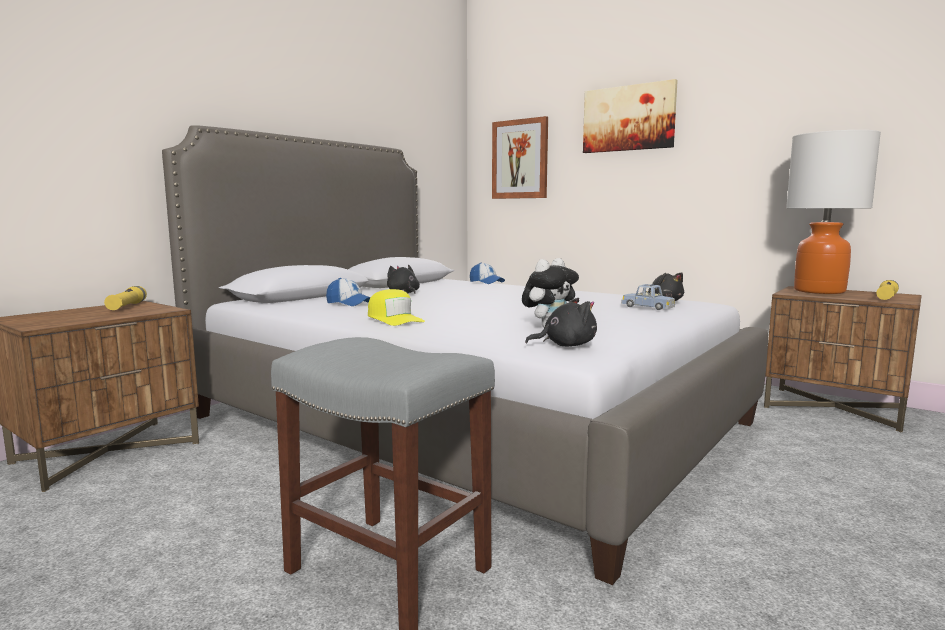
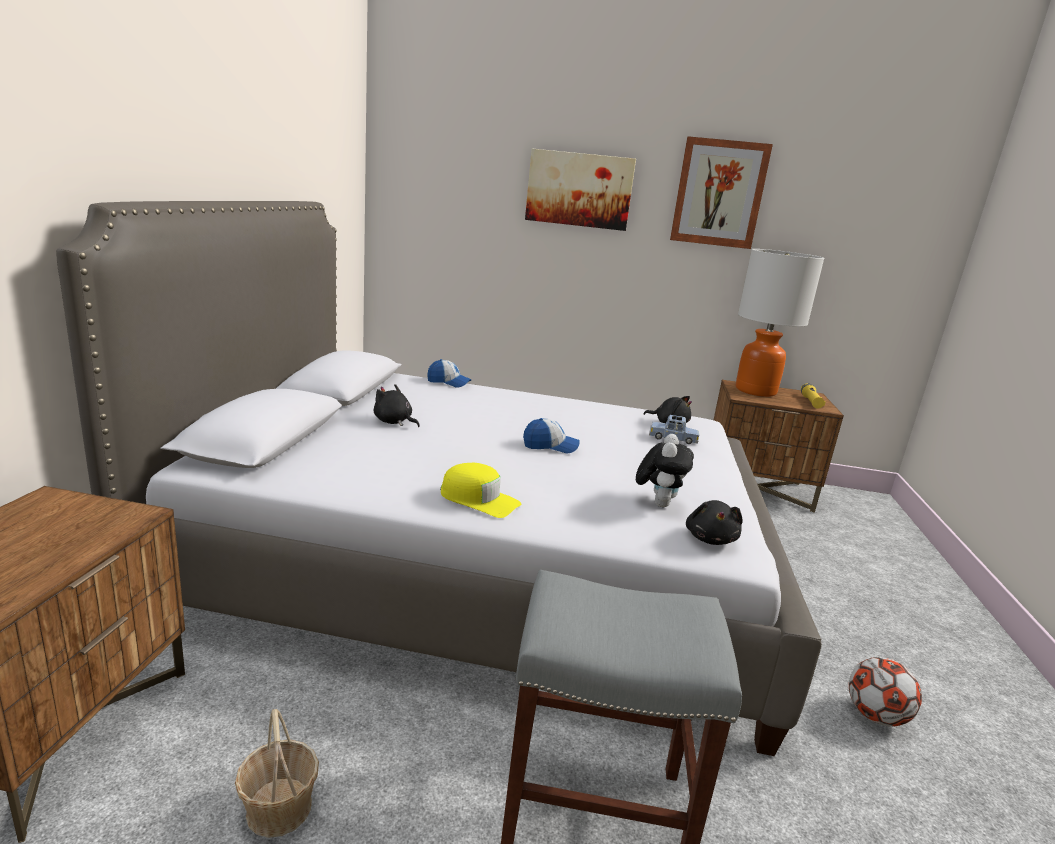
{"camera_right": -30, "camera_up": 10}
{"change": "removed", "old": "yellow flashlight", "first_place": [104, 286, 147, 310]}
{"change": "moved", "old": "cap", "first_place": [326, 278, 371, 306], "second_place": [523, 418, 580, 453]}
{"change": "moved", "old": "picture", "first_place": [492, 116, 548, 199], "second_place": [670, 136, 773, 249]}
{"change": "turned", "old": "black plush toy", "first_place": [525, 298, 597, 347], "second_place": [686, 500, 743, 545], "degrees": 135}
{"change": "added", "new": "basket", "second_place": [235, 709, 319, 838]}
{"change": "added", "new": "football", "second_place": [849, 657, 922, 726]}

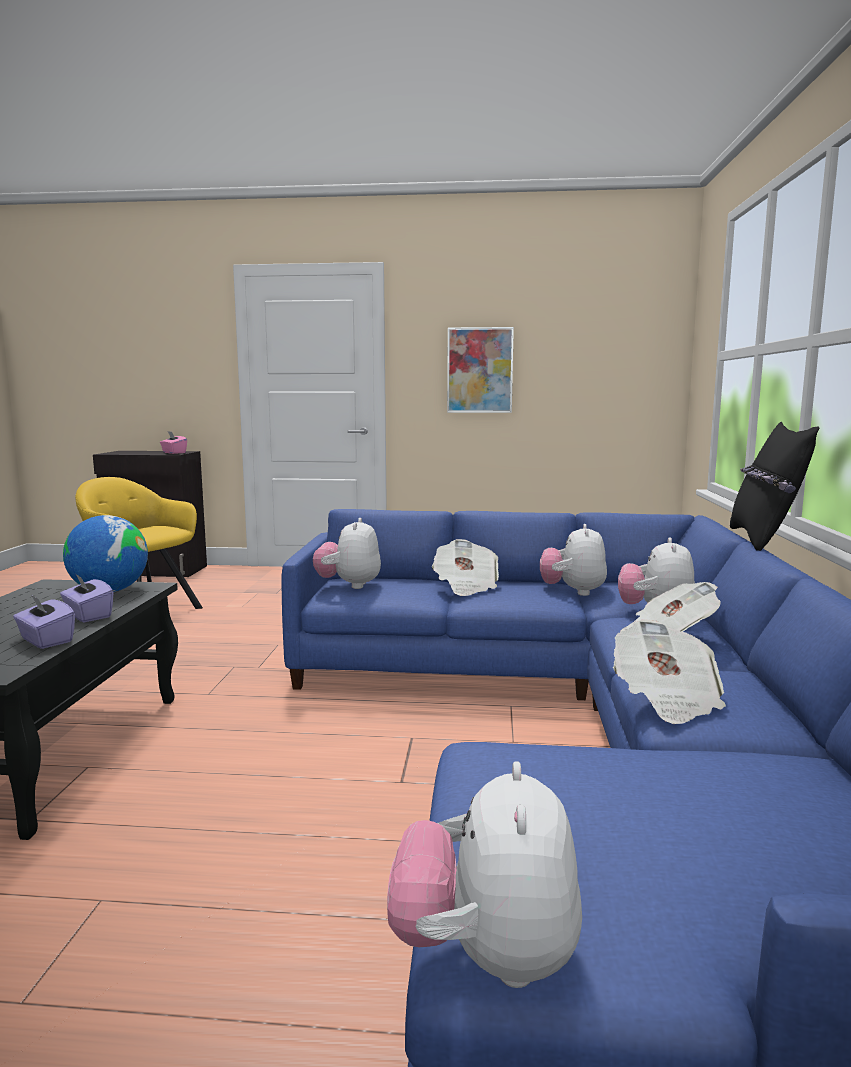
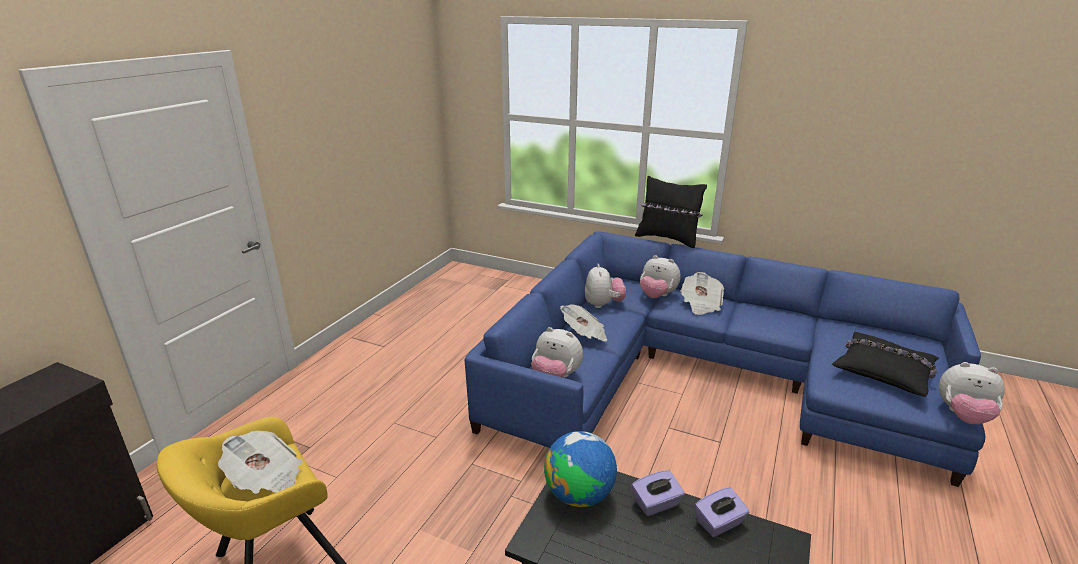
{"camera_right": -70, "camera_up": 15}
{"change": "removed", "old": "pink tissue box", "first_place": [160, 432, 187, 454]}
{"change": "removed", "old": "picture", "first_place": [447, 327, 514, 413]}
{"change": "turned", "old": "plush toy", "first_place": [540, 524, 607, 596], "second_place": [585, 264, 626, 308], "degrees": -120}
{"change": "moved", "old": "newspaper", "first_place": [613, 620, 726, 724], "second_place": [218, 431, 303, 494]}
{"change": "added", "new": "black pillow", "second_place": [832, 332, 939, 397]}

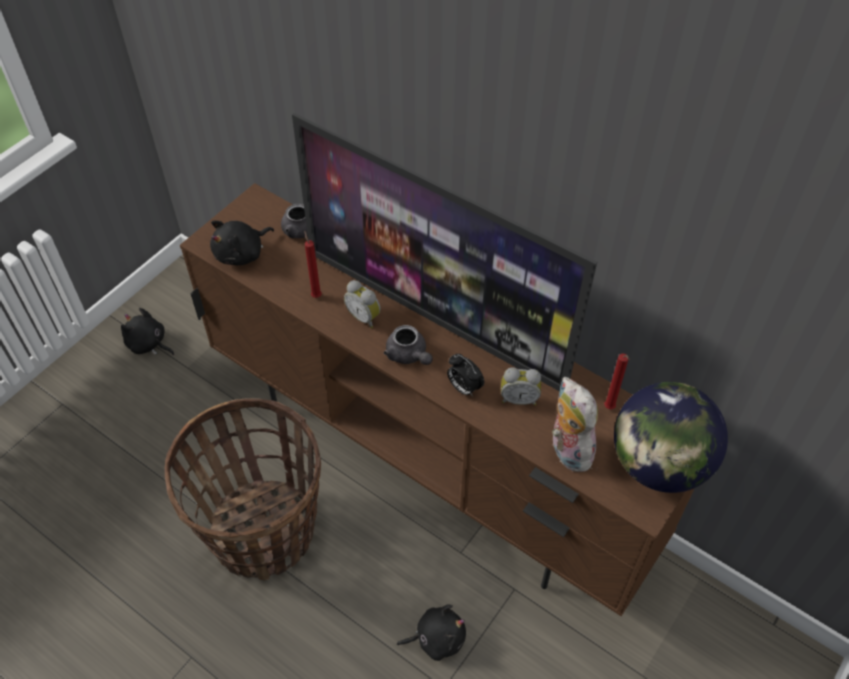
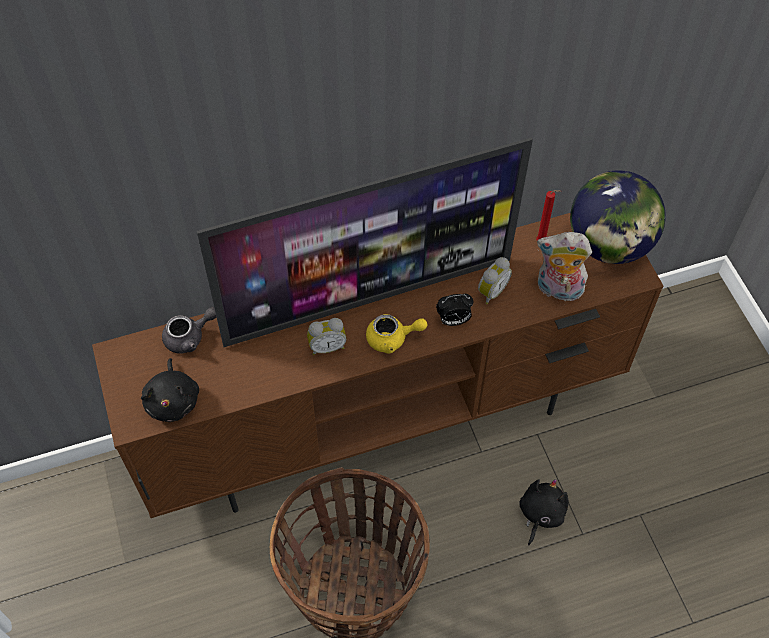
{"camera_right": -55, "camera_up": 5}
{"change": "removed", "old": "black plush toy", "first_place": [121, 308, 175, 355]}
{"change": "removed", "old": "red candle", "first_place": [304, 231, 322, 298]}
{"change": "recoloured", "old": "grey teapot", "new": "yellow teapot", "first_place": [384, 325, 433, 365], "second_place": [366, 314, 427, 354]}

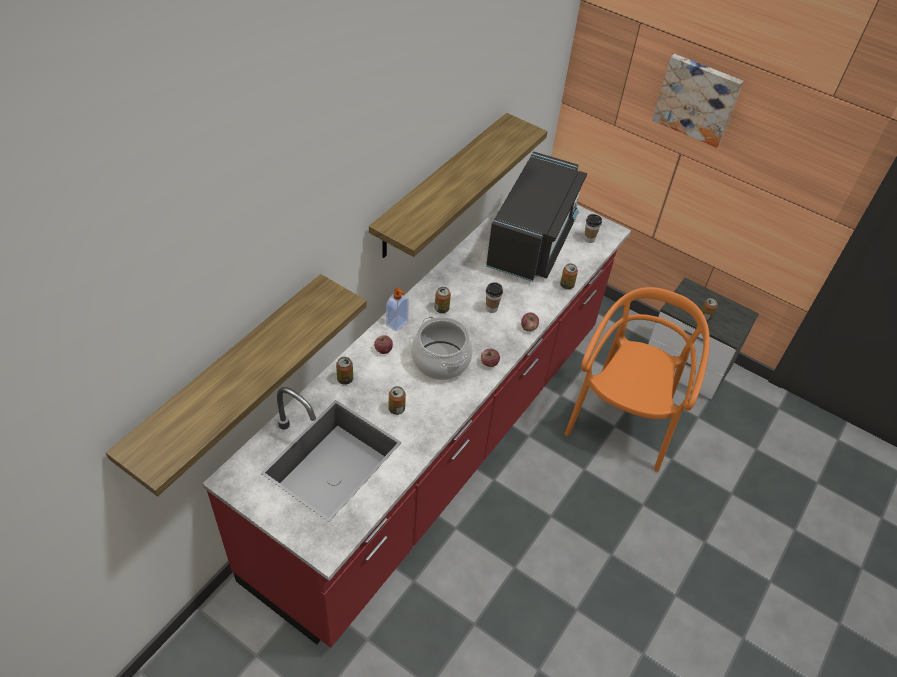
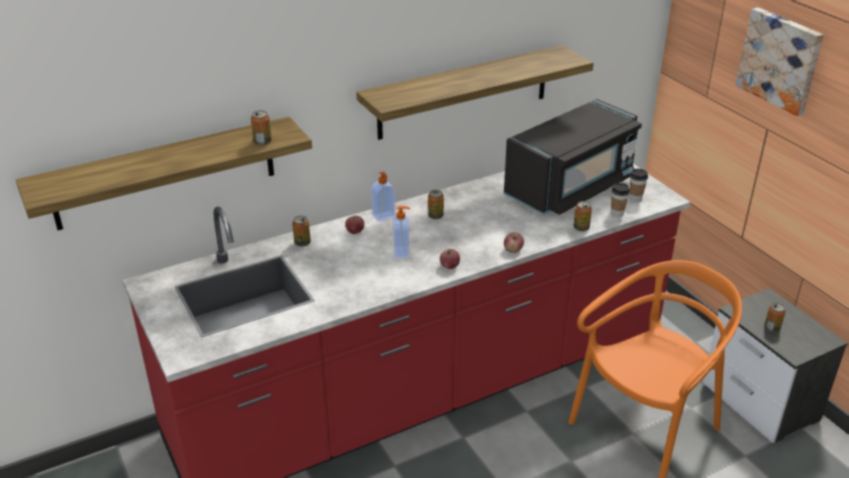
{"camera_right": 30, "camera_up": -15}
{"change": "moved", "old": "can", "first_place": [389, 386, 406, 415], "second_place": [251, 110, 272, 145]}
{"change": "replaced", "old": "cooking pot", "new": "soap dispenser", "first_place": [411, 316, 473, 380], "second_place": [393, 206, 410, 258]}
{"change": "moved", "old": "cup", "first_place": [486, 282, 503, 313], "second_place": [611, 183, 630, 217]}

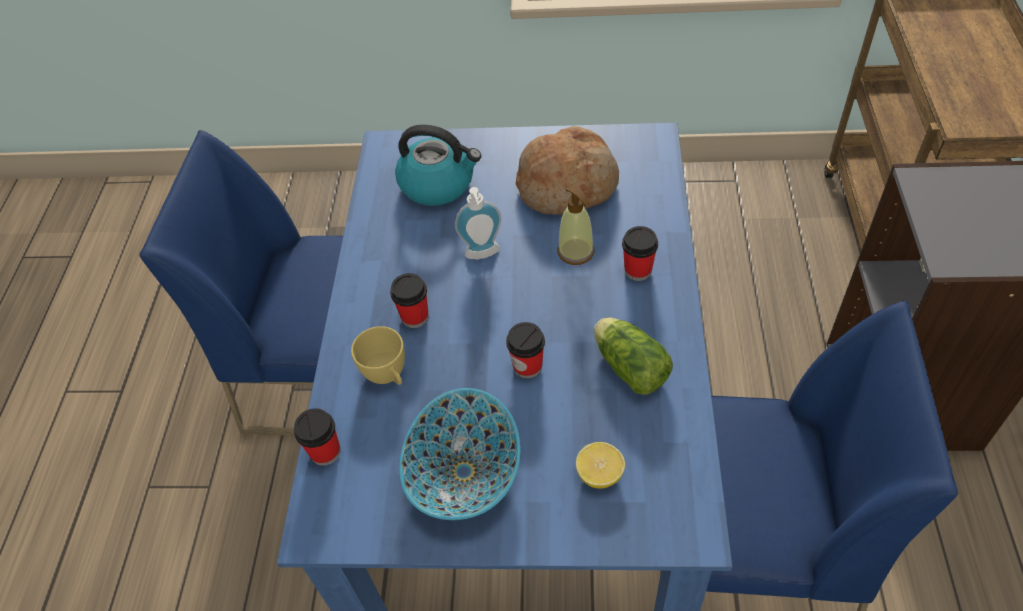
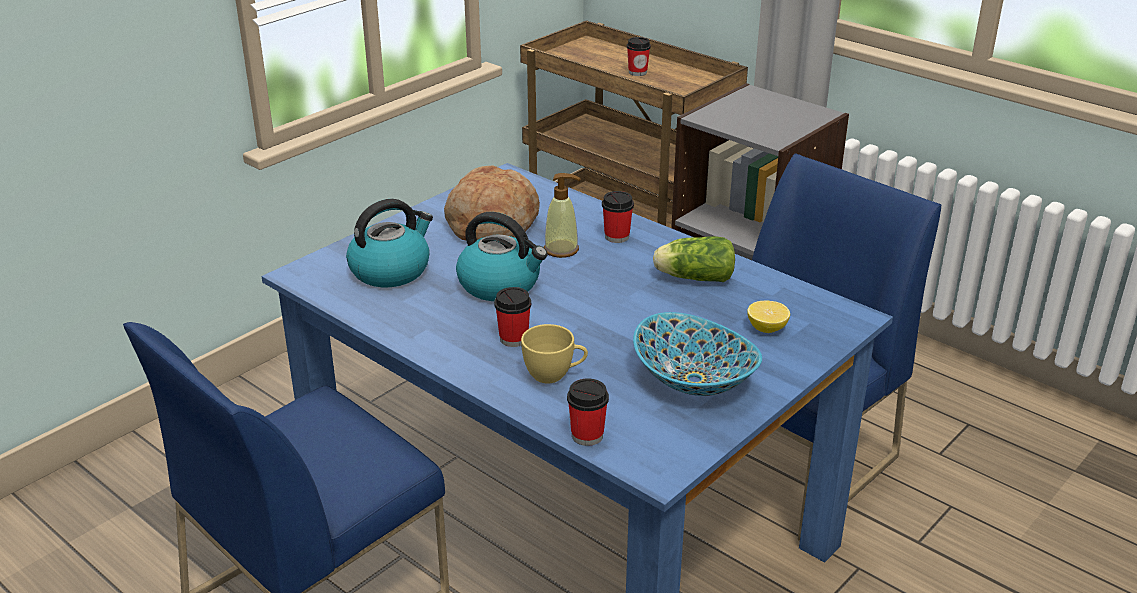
{"camera_right": -55, "camera_up": -20}
{"change": "replaced", "old": "soap dispenser", "new": "kettle", "first_place": [455, 187, 502, 259], "second_place": [456, 212, 548, 301]}
{"change": "moved", "old": "cup", "first_place": [506, 322, 545, 379], "second_place": [627, 37, 651, 76]}

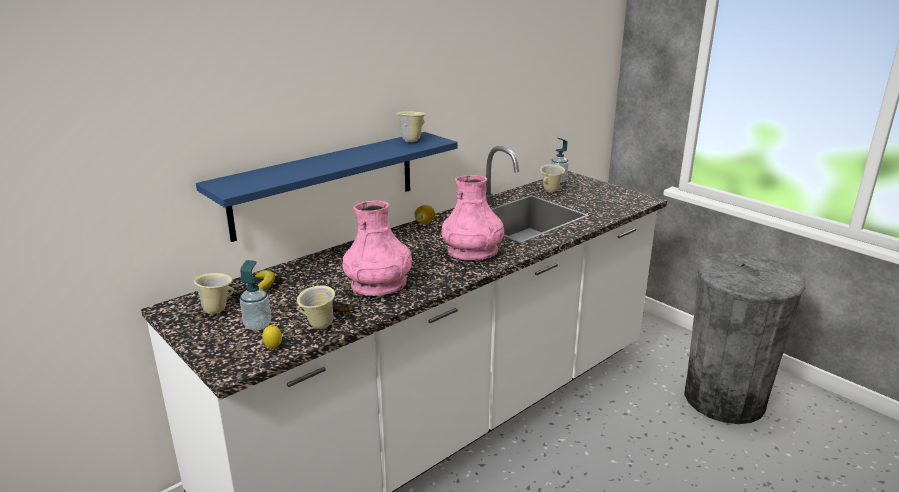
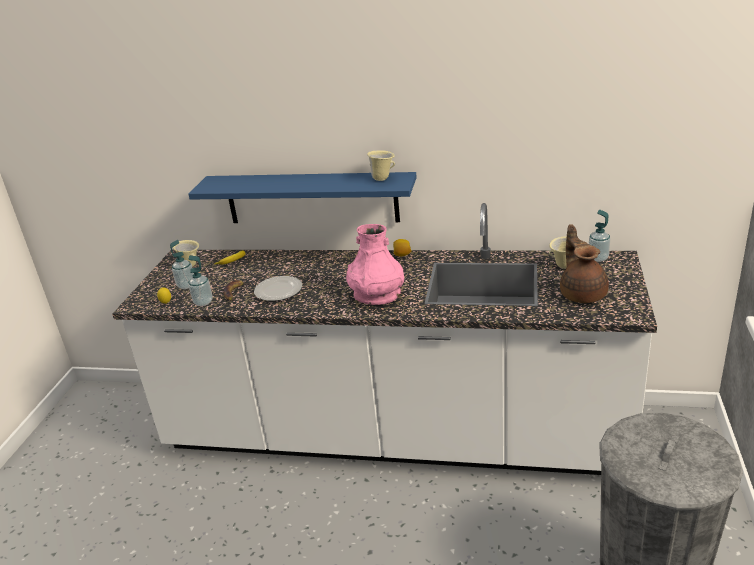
{"camera_right": 55, "camera_up": 5}
{"change": "replaced", "old": "beige mug", "new": "soap dispenser", "first_place": [297, 286, 335, 329], "second_place": [188, 256, 213, 306]}
{"change": "replaced", "old": "pink vase", "new": "plate", "first_place": [342, 201, 412, 296], "second_place": [254, 276, 302, 301]}
{"change": "added", "new": "brown teapot", "second_place": [560, 224, 609, 303]}

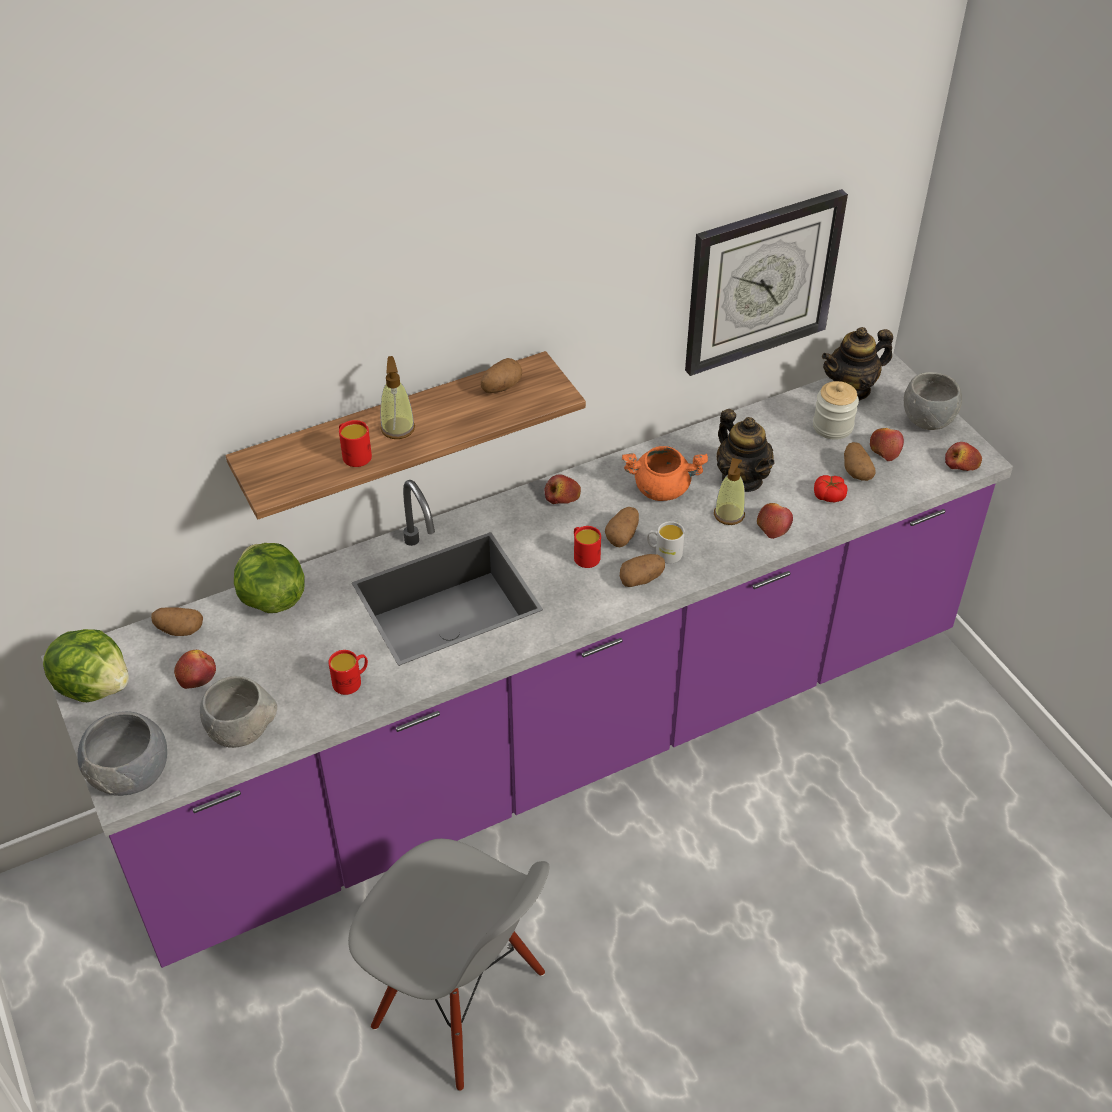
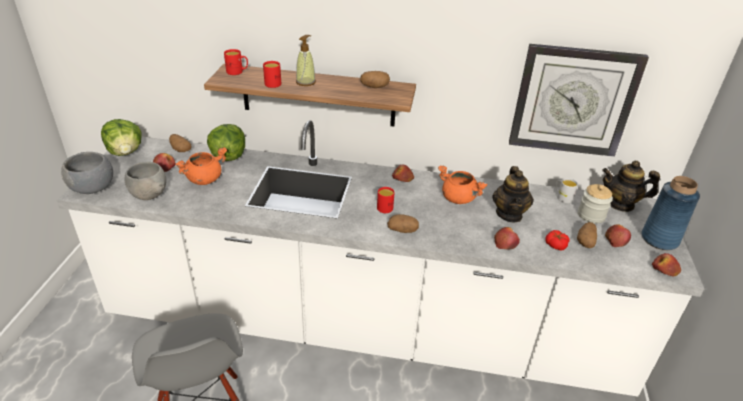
{"camera_right": 35, "camera_up": -10}
{"change": "recoloured", "old": "purple counter", "new": "white counter", "first_place": [41, 354, 1013, 968], "second_place": [56, 120, 704, 397]}
{"change": "moved", "old": "red mug", "first_place": [329, 650, 368, 695], "second_place": [224, 49, 248, 75]}
{"change": "removed", "old": "potato", "first_place": [605, 507, 639, 547]}
{"change": "moved", "old": "white mug", "first_place": [647, 521, 685, 564], "second_place": [555, 178, 578, 203]}
{"change": "removed", "old": "soap dispenser", "first_place": [714, 458, 745, 525]}
{"change": "replaced", "old": "grey bowl", "new": "blue vase", "first_place": [904, 372, 962, 430], "second_place": [641, 176, 700, 250]}
{"change": "added", "new": "orange cooking pot", "second_place": [175, 147, 227, 185]}

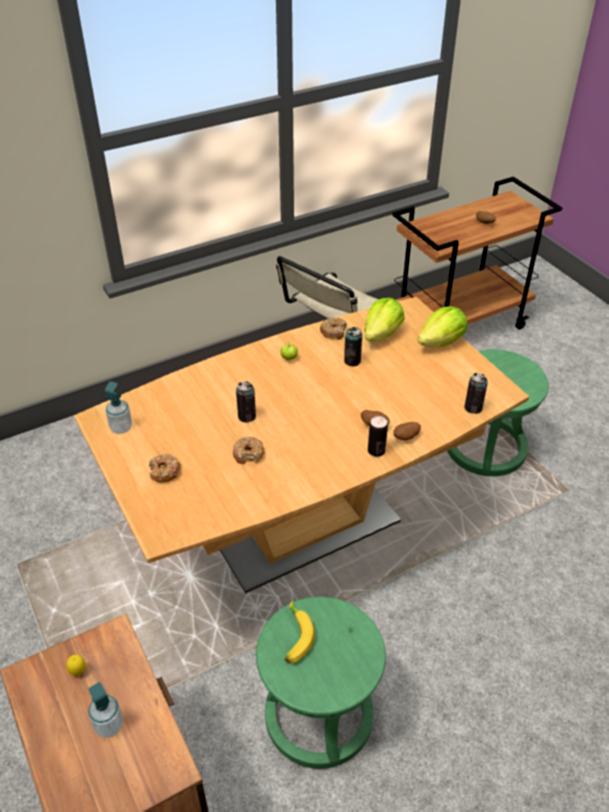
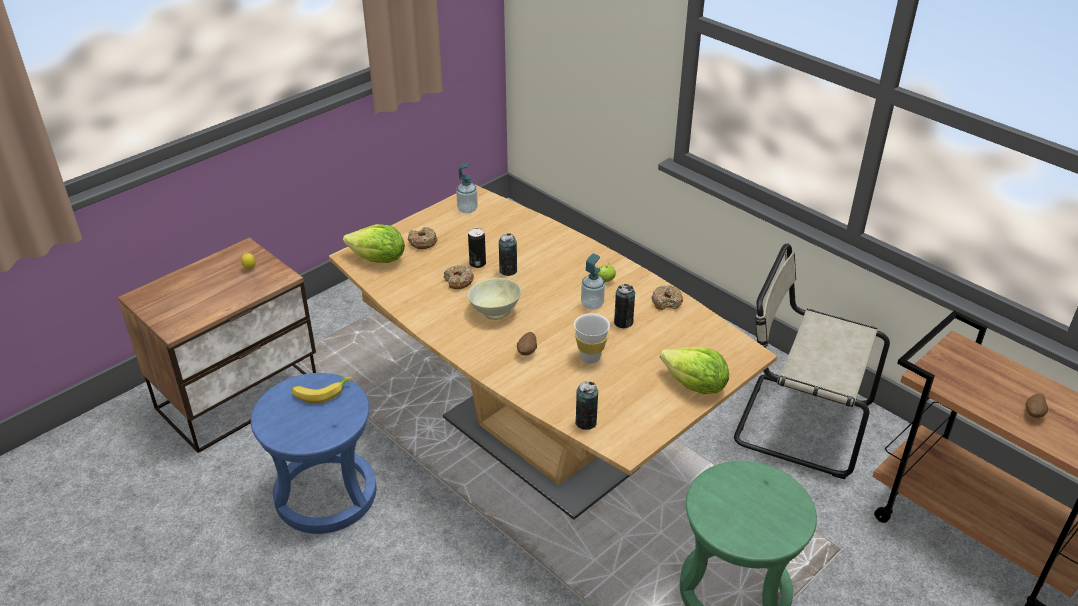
{"camera_right": 75, "camera_up": -5}
{"change": "moved", "old": "soap dispenser", "first_place": [88, 682, 123, 738], "second_place": [581, 253, 605, 310]}
{"change": "recoloured", "old": "green stool", "new": "blue stool", "first_place": [256, 597, 386, 769], "second_place": [251, 373, 377, 534]}
{"change": "moved", "old": "lettuce", "first_place": [365, 298, 405, 342], "second_place": [343, 224, 405, 263]}
{"change": "moved", "old": "can", "first_place": [368, 416, 388, 457], "second_place": [468, 228, 486, 268]}
{"change": "removed", "old": "potato", "first_place": [393, 422, 421, 440]}
{"change": "added", "new": "beige bowl", "second_place": [467, 278, 521, 320]}
{"change": "added", "new": "white cup", "second_place": [574, 313, 610, 364]}

